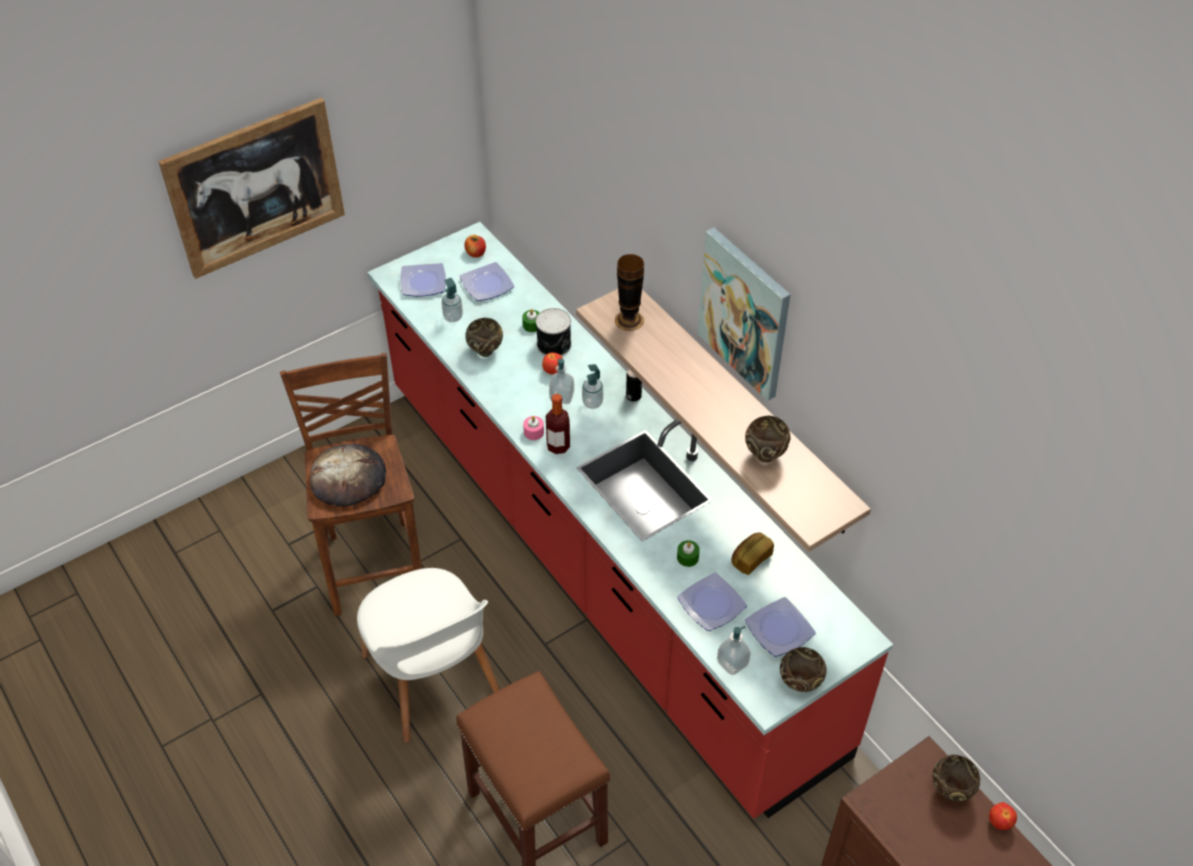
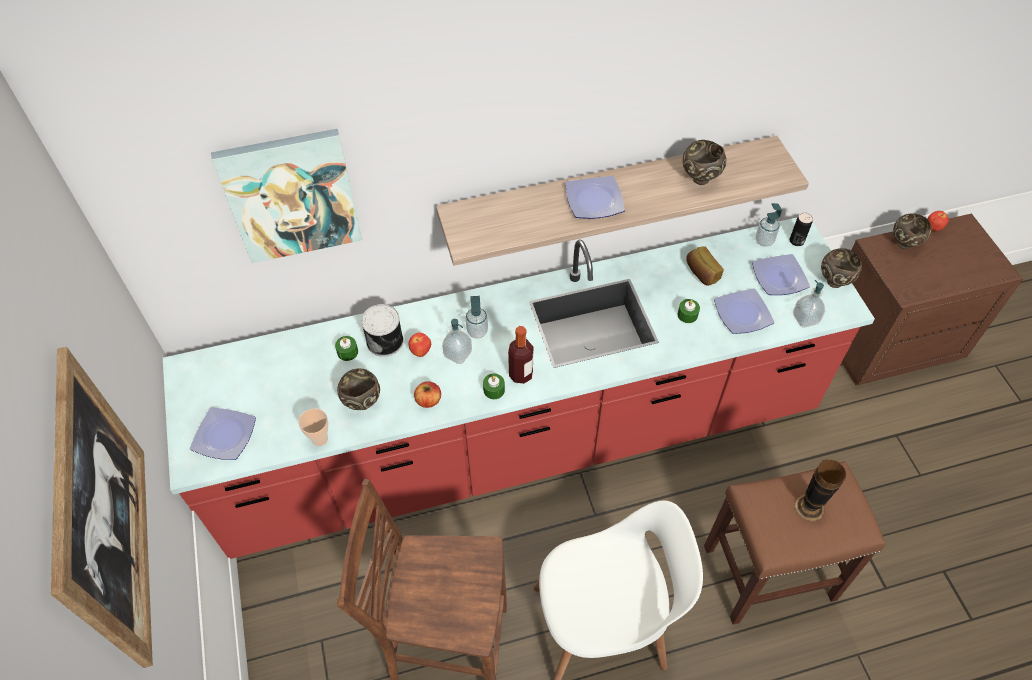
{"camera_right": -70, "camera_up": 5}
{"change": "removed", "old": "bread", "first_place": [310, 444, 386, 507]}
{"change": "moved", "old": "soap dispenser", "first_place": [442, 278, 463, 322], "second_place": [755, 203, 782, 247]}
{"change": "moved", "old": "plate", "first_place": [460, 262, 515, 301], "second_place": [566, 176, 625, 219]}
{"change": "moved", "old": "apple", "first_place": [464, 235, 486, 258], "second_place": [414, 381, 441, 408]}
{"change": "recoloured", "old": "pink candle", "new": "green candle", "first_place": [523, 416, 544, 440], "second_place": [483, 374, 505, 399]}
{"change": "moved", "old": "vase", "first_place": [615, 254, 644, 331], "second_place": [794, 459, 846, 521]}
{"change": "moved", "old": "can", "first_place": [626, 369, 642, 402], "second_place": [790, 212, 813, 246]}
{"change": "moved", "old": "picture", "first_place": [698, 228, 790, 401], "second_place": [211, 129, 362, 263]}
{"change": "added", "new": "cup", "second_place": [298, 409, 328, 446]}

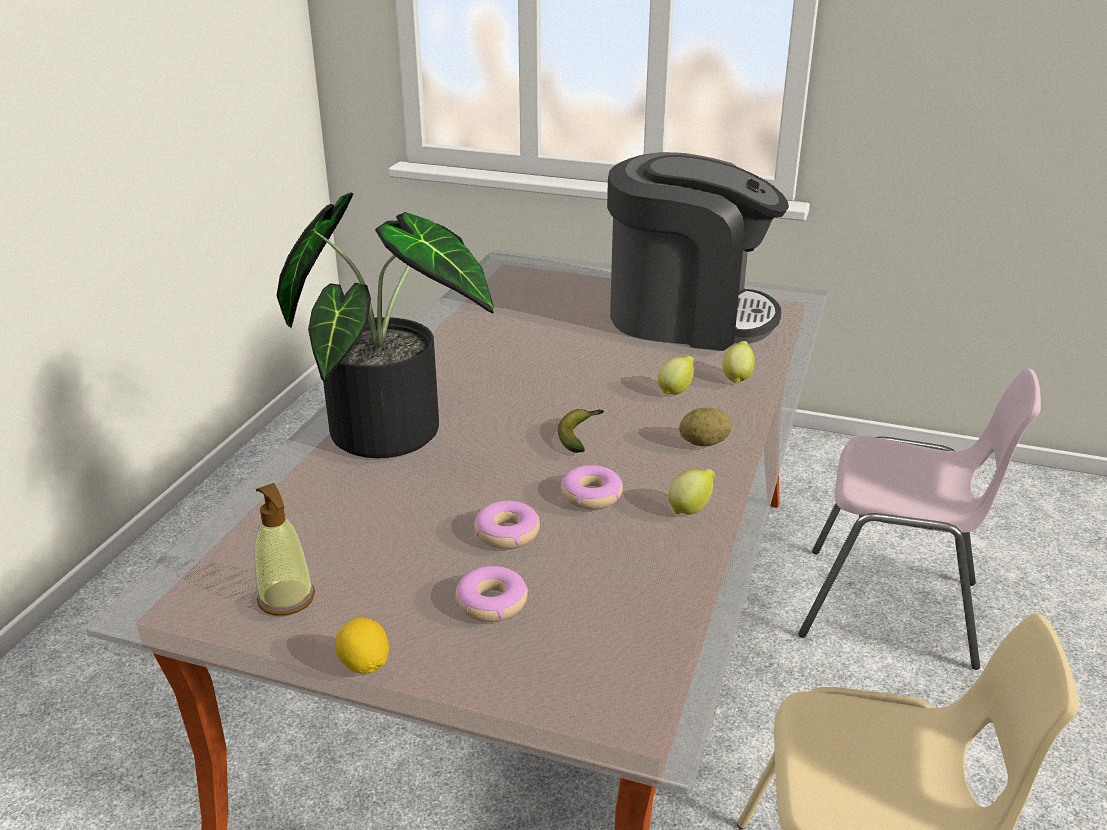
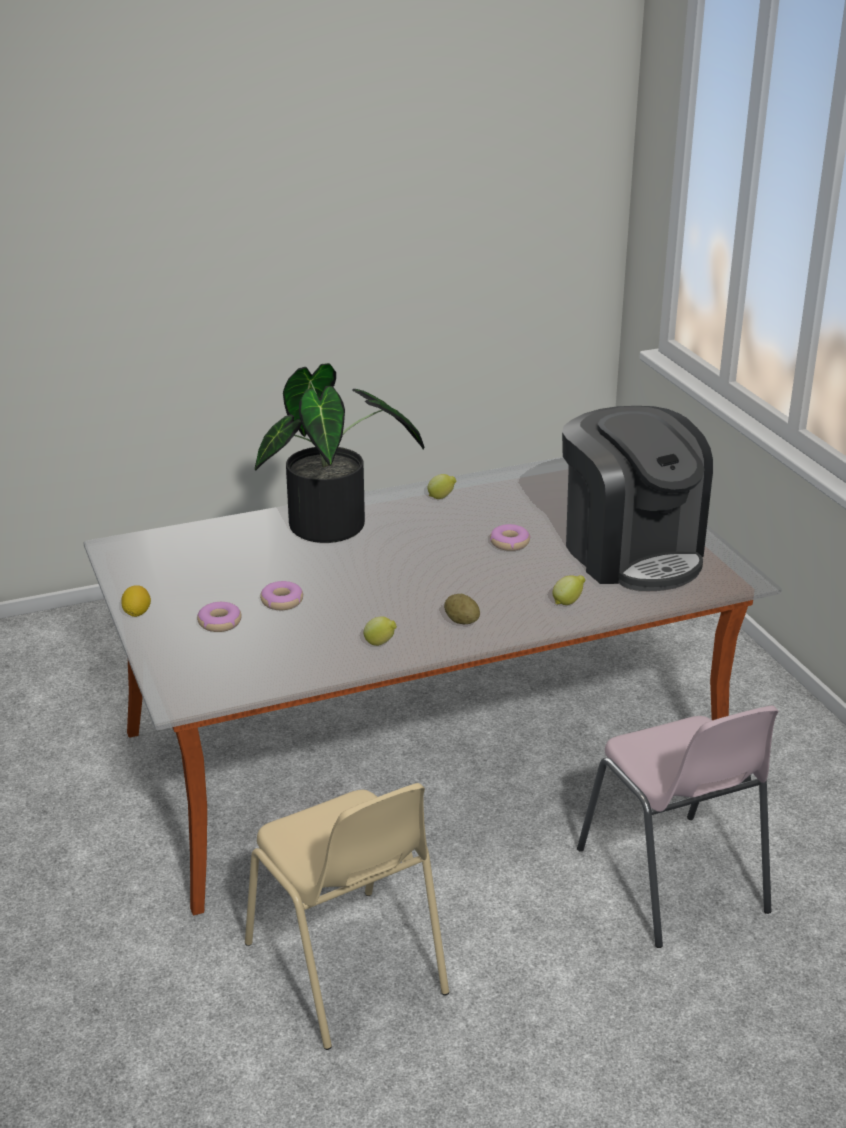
{"camera_right": 50, "camera_up": 0}
{"change": "removed", "old": "soap dispenser", "first_place": [254, 483, 315, 615]}
{"change": "removed", "old": "banana", "first_place": [558, 409, 604, 453]}
{"change": "moved", "old": "donut", "first_place": [561, 465, 623, 509], "second_place": [490, 524, 530, 551]}
{"change": "moved", "old": "lemon", "first_place": [658, 356, 694, 395], "second_place": [428, 474, 457, 499]}

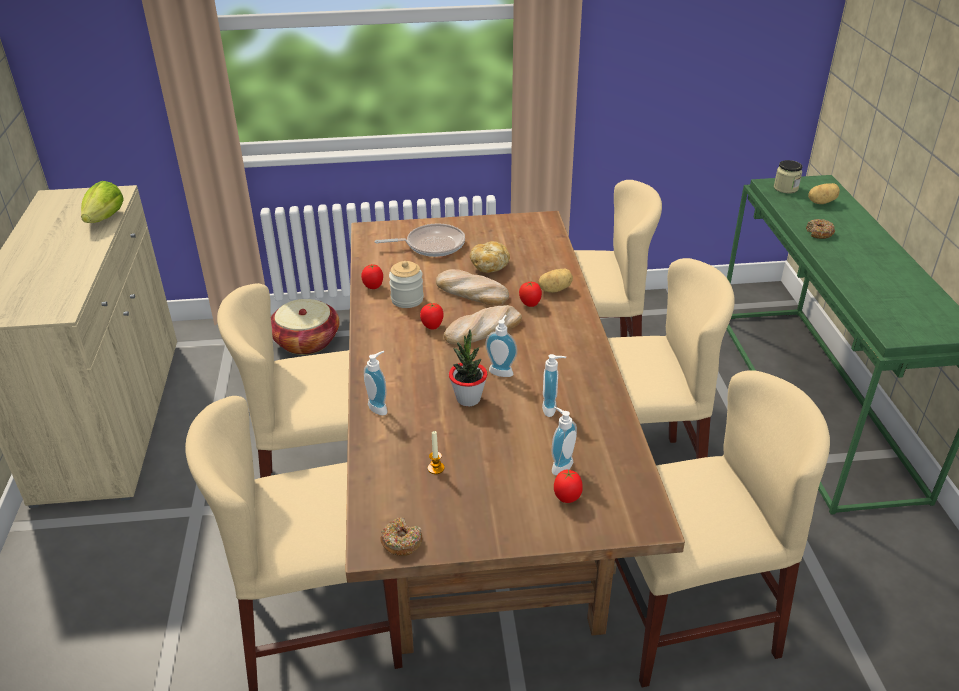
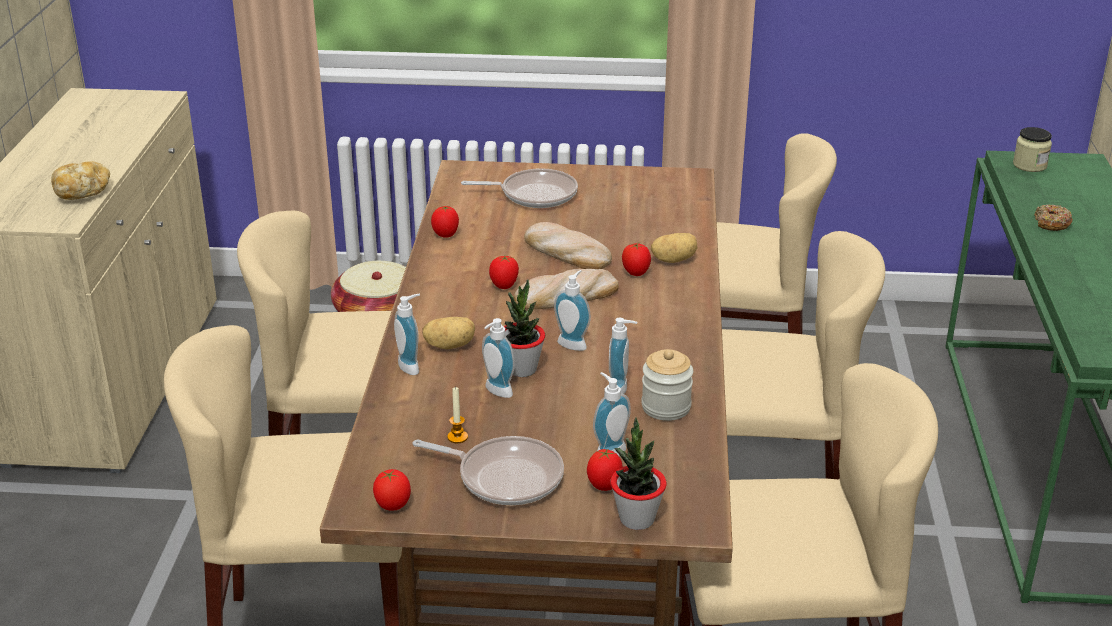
{"camera_right": 10, "camera_up": -5}
{"change": "removed", "old": "lettuce", "first_place": [81, 181, 124, 223]}
{"change": "replaced", "old": "donut", "new": "tomato", "first_place": [380, 517, 422, 556], "second_place": [373, 469, 411, 510]}
{"change": "moved", "old": "jar", "first_place": [389, 261, 424, 308], "second_place": [641, 349, 693, 421]}
{"change": "moved", "old": "bread", "first_place": [470, 241, 510, 273], "second_place": [51, 161, 110, 200]}
{"change": "moved", "old": "potato", "first_place": [808, 183, 840, 204], "second_place": [422, 317, 475, 349]}
{"change": "added", "new": "frying pan", "second_place": [413, 436, 564, 505]}
{"change": "added", "new": "soap dispenser", "second_place": [482, 318, 515, 398]}
{"change": "added", "new": "potted plant", "second_place": [611, 417, 667, 530]}

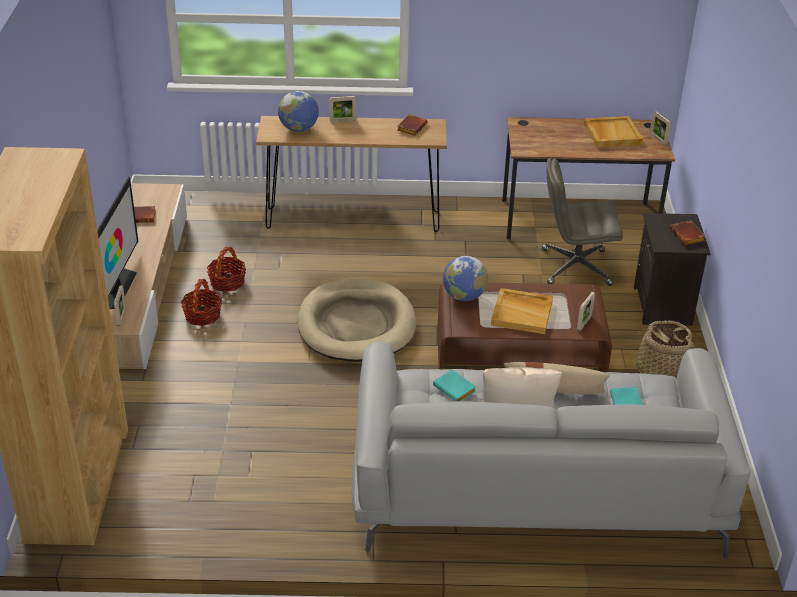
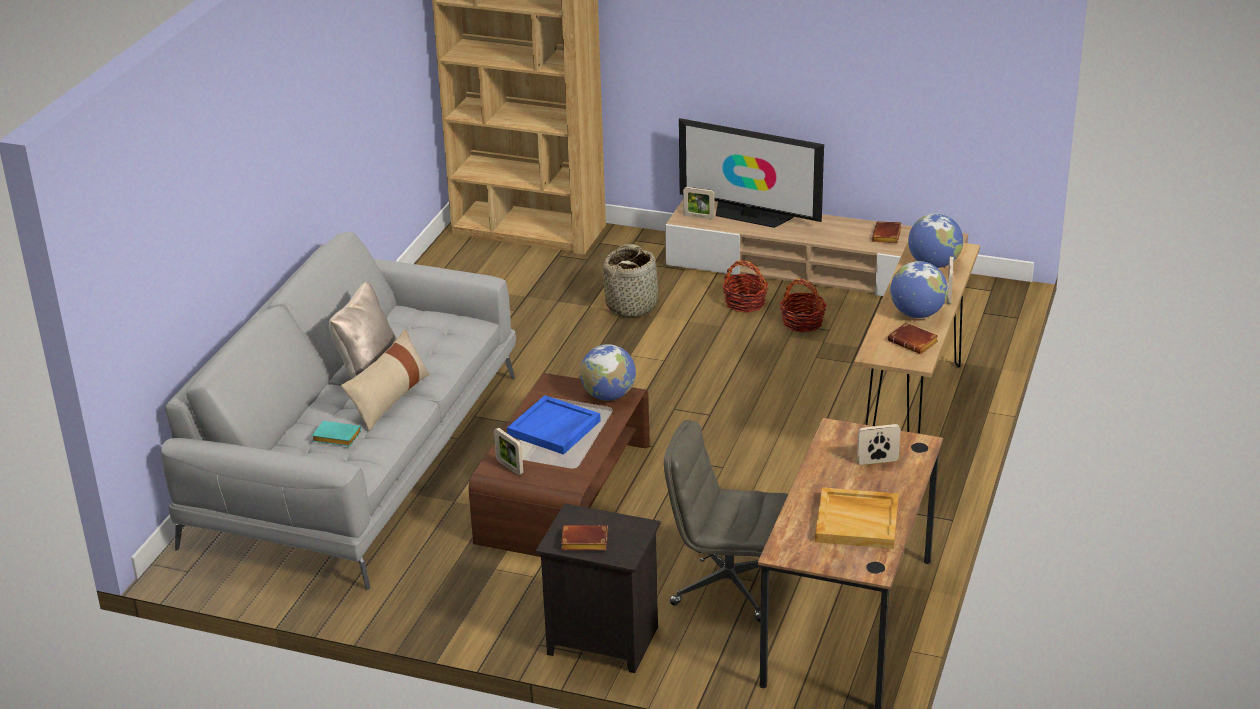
{"camera_right": 110, "camera_up": -5}
{"change": "removed", "old": "beige dog bed", "first_place": [297, 279, 416, 362]}
{"change": "removed", "old": "turquoise book", "first_place": [433, 369, 476, 402]}
{"change": "recoloured", "old": "beige tray", "new": "blue tray", "first_place": [491, 288, 553, 334], "second_place": [507, 395, 601, 455]}
{"change": "turned", "old": "grey office chair", "first_place": [542, 158, 623, 286], "second_place": [664, 420, 788, 622], "degrees": -90}
{"change": "moved", "old": "basket", "first_place": [627, 320, 696, 378], "second_place": [603, 244, 658, 318]}
{"change": "moved", "old": "picture frame", "first_place": [650, 111, 671, 145], "second_place": [857, 424, 901, 465]}
{"change": "added", "new": "globe", "second_place": [890, 261, 948, 318]}

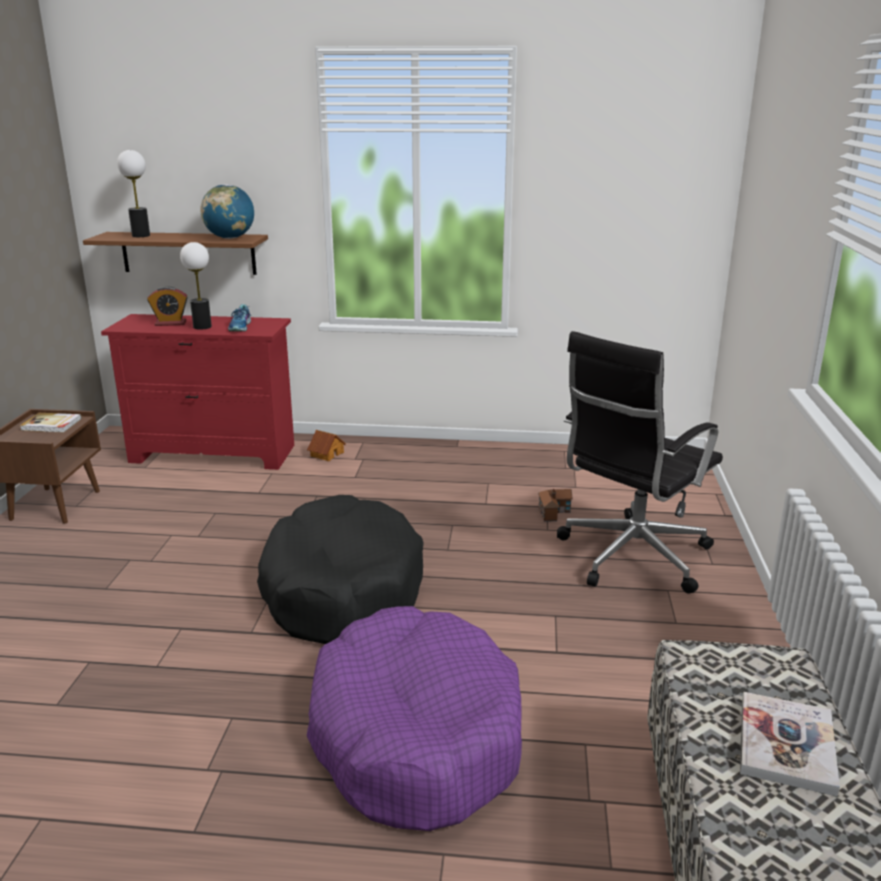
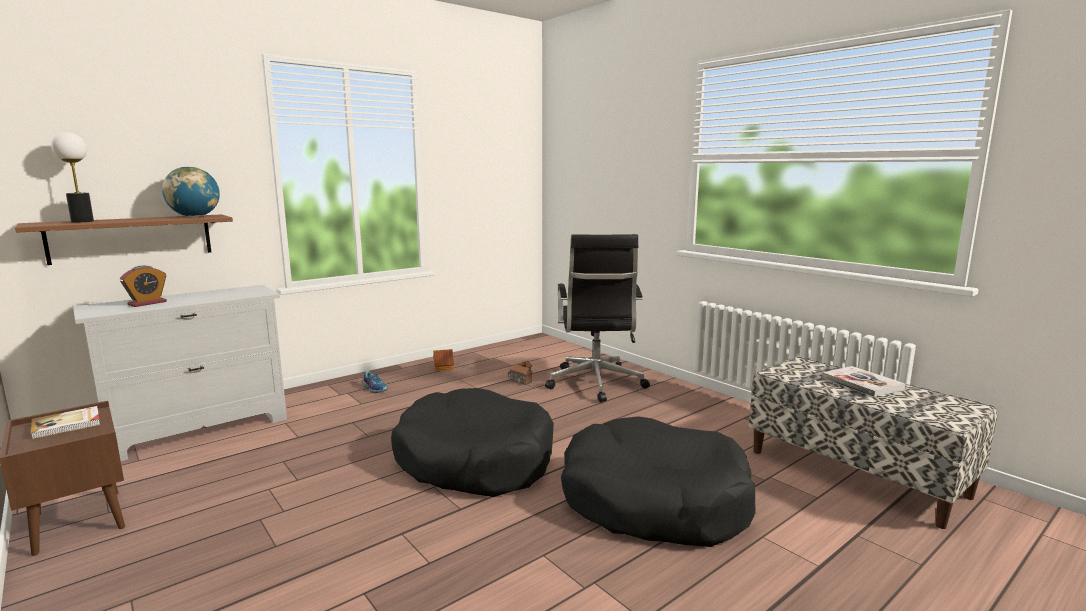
{"camera_right": -45, "camera_up": -10}
{"change": "recoloured", "old": "red dresser", "new": "white dresser", "first_place": [101, 314, 294, 470], "second_place": [73, 285, 287, 461]}
{"change": "removed", "old": "table lamp", "first_place": [180, 242, 212, 330]}
{"change": "moved", "old": "shoe", "first_place": [228, 304, 251, 332], "second_place": [362, 371, 388, 393]}
{"change": "moved", "old": "toy house", "first_place": [307, 430, 346, 461], "second_place": [433, 349, 454, 371]}
{"change": "recoloured", "old": "purple dog bed", "new": "black dog bed", "first_place": [307, 606, 522, 831], "second_place": [561, 416, 756, 547]}

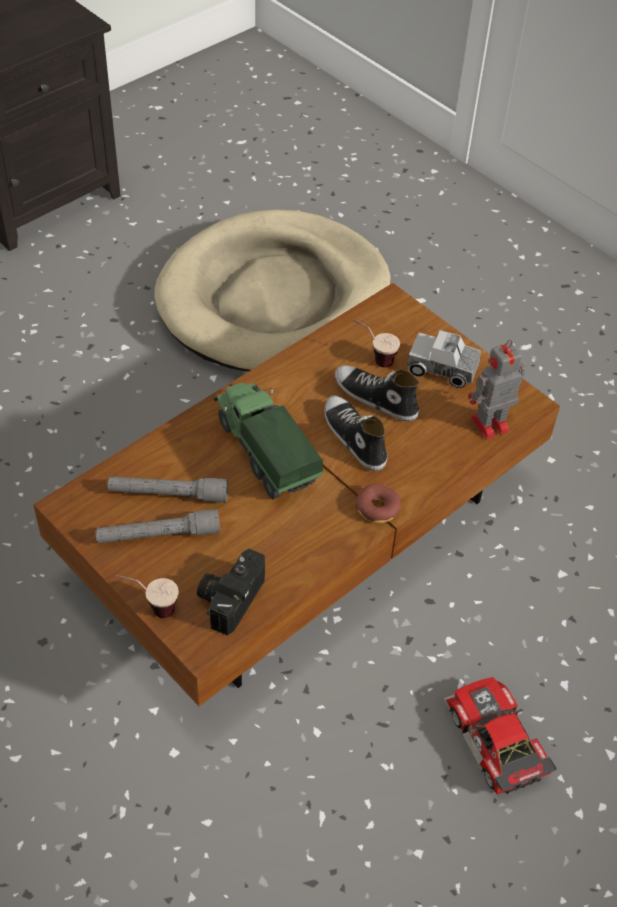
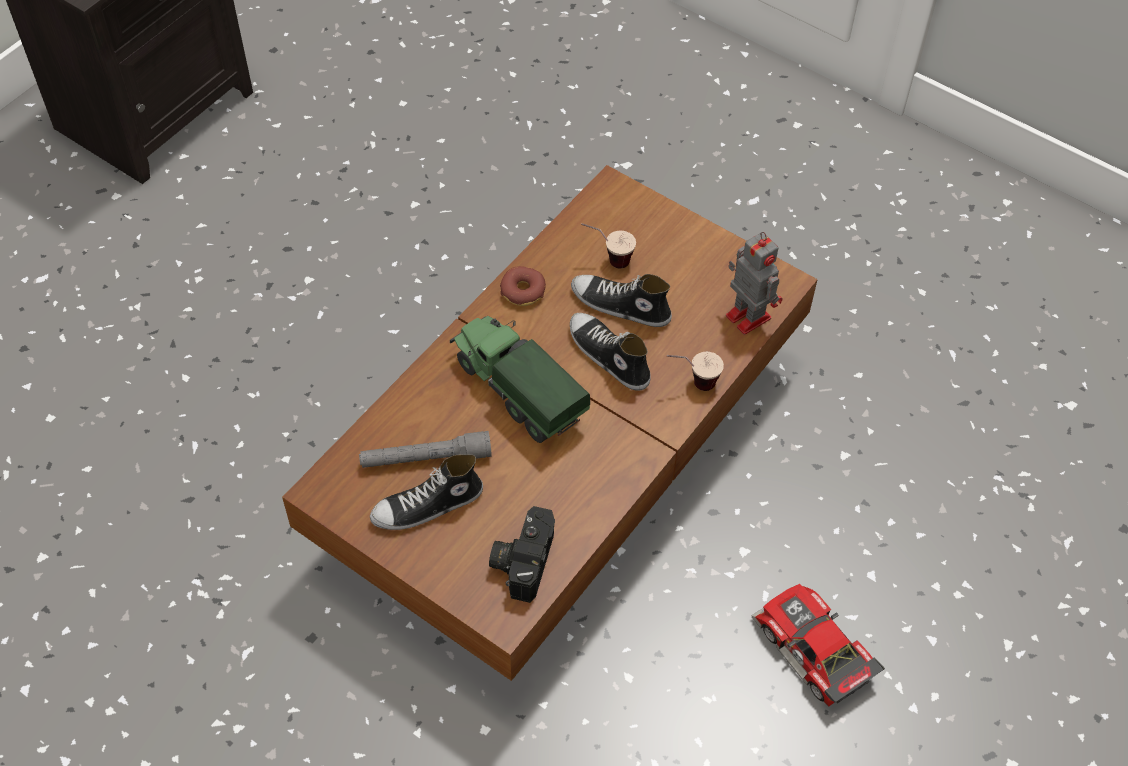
{"camera_right": -10, "camera_up": 5}
{"change": "replaced", "old": "grey flashlight", "new": "shoe", "first_place": [95, 509, 220, 544], "second_place": [370, 454, 483, 530]}
{"change": "moved", "old": "cup", "first_place": [117, 575, 179, 618], "second_place": [667, 352, 724, 391]}
{"change": "removed", "old": "beige dog bed", "first_place": [155, 209, 391, 372]}
{"change": "moved", "old": "donut", "first_place": [355, 483, 401, 523], "second_place": [500, 266, 546, 306]}
{"change": "removed", "old": "toy truck", "first_place": [407, 330, 481, 388]}
{"change": "turned", "old": "toy robot", "first_place": [468, 340, 525, 440], "second_place": [726, 232, 783, 335], "degrees": 90}

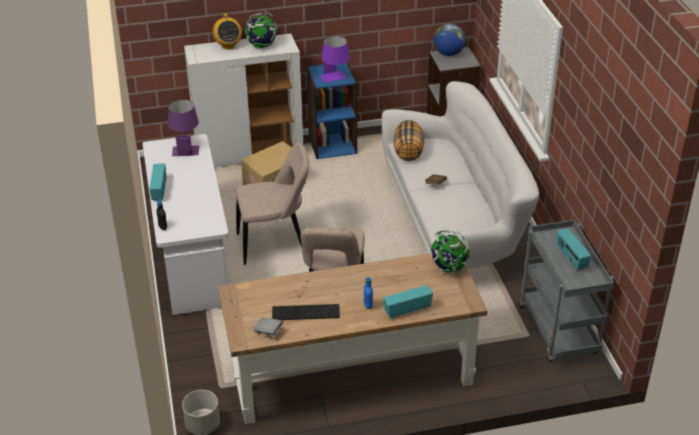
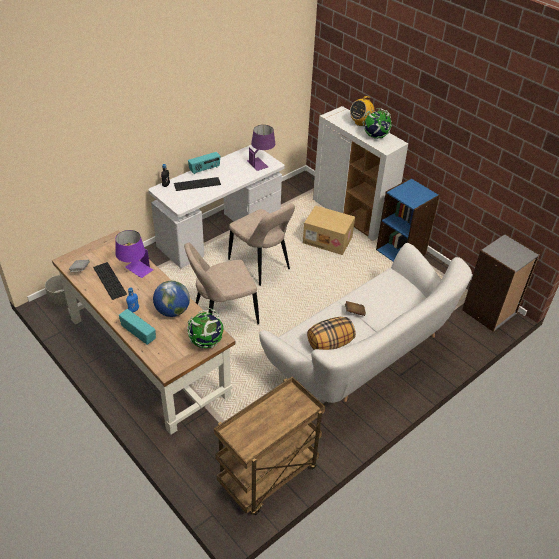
{"camera_right": 60, "camera_up": 5}
{"change": "moved", "old": "purple table lamp", "first_place": [319, 36, 350, 83], "second_place": [115, 230, 153, 278]}
{"change": "moved", "old": "pillow", "first_place": [394, 120, 424, 161], "second_place": [307, 317, 356, 350]}
{"change": "moved", "old": "globe", "first_place": [433, 24, 466, 56], "second_place": [153, 281, 190, 317]}
{"change": "recoloured", "old": "grey cart", "new": "brown cart", "first_place": [519, 220, 614, 362], "second_place": [214, 376, 325, 515]}
{"change": "removed", "old": "radio", "first_place": [556, 228, 591, 270]}
{"change": "added", "new": "keyboard", "second_place": [174, 177, 221, 191]}

